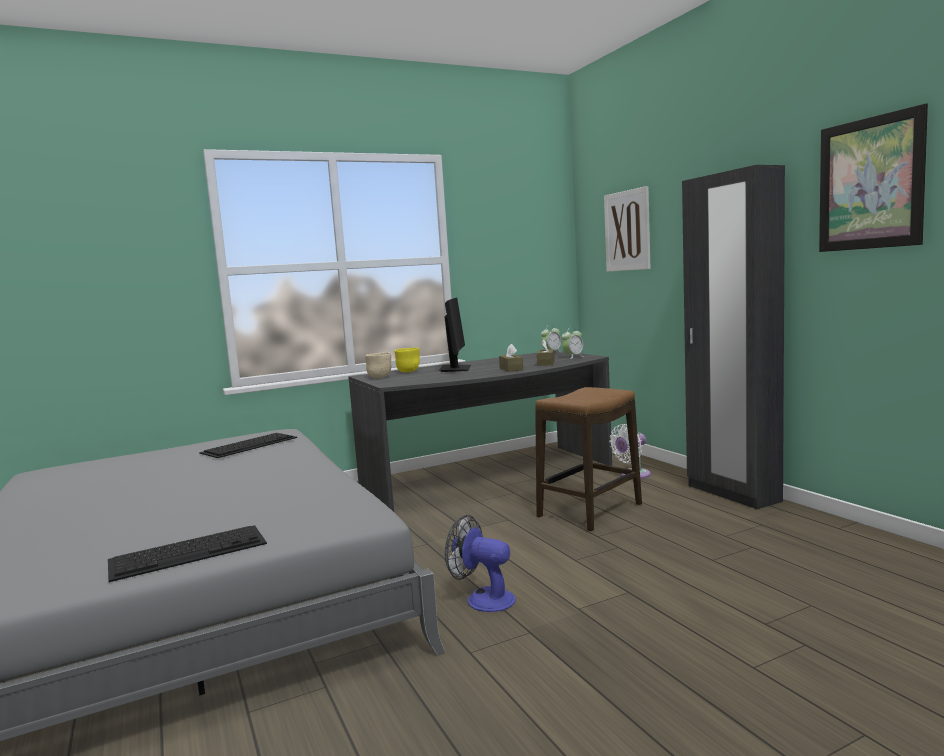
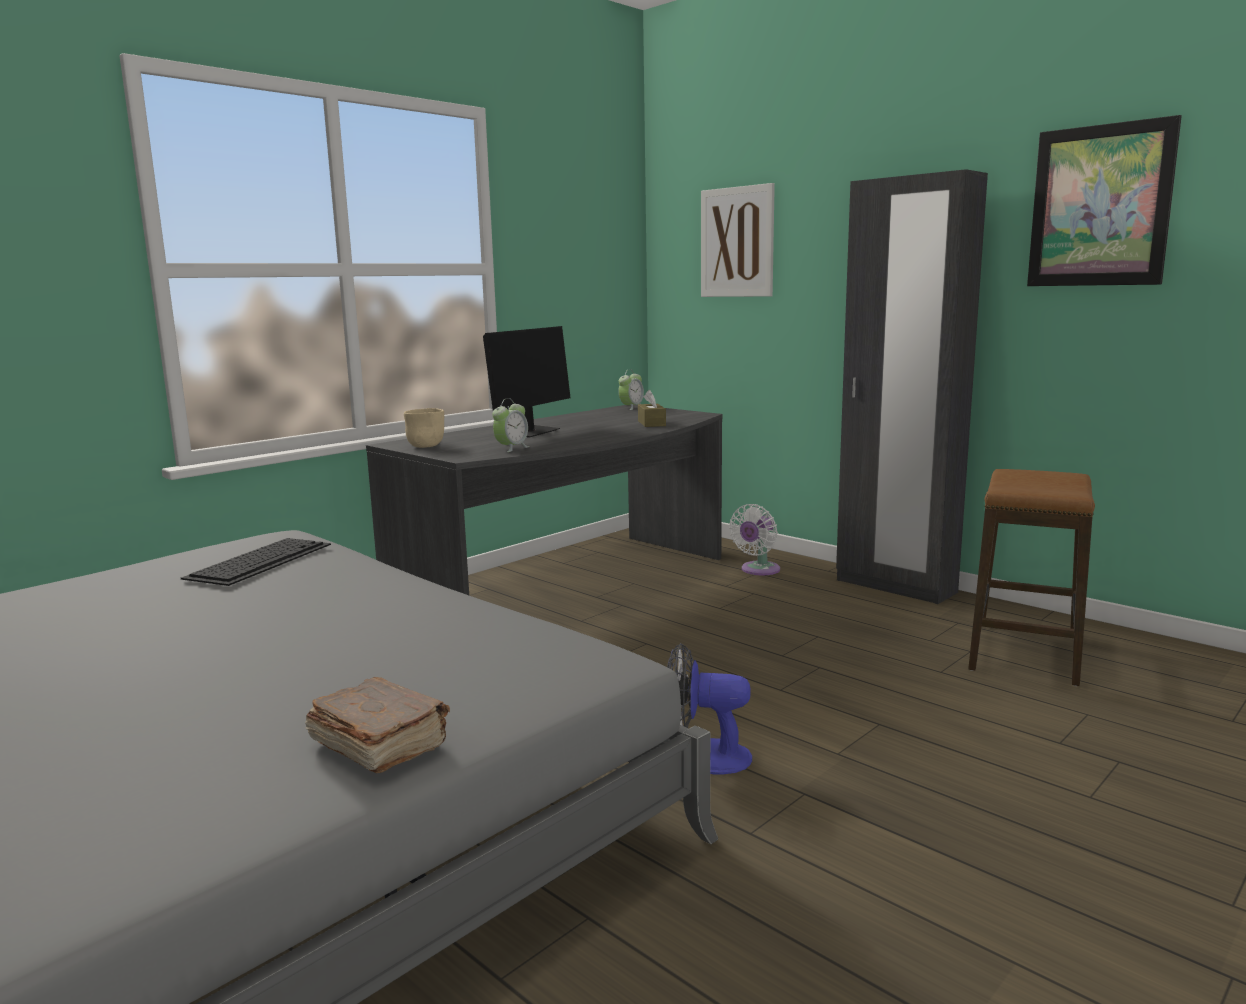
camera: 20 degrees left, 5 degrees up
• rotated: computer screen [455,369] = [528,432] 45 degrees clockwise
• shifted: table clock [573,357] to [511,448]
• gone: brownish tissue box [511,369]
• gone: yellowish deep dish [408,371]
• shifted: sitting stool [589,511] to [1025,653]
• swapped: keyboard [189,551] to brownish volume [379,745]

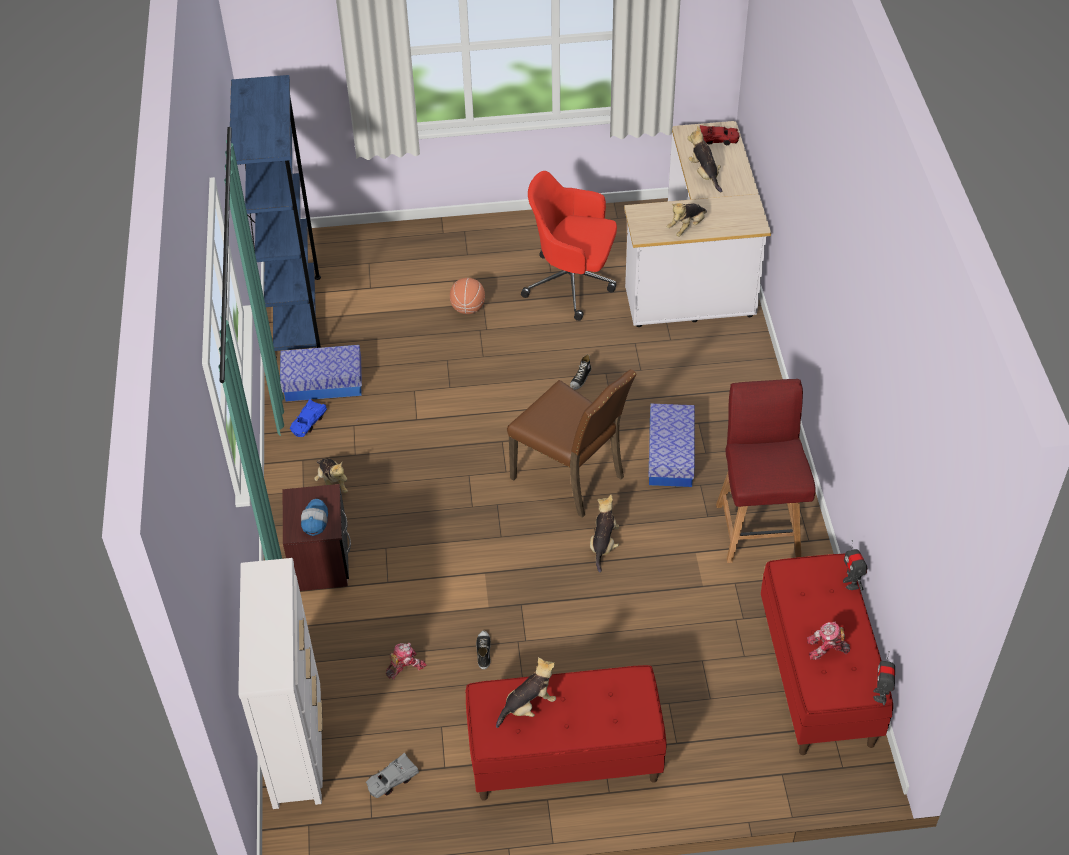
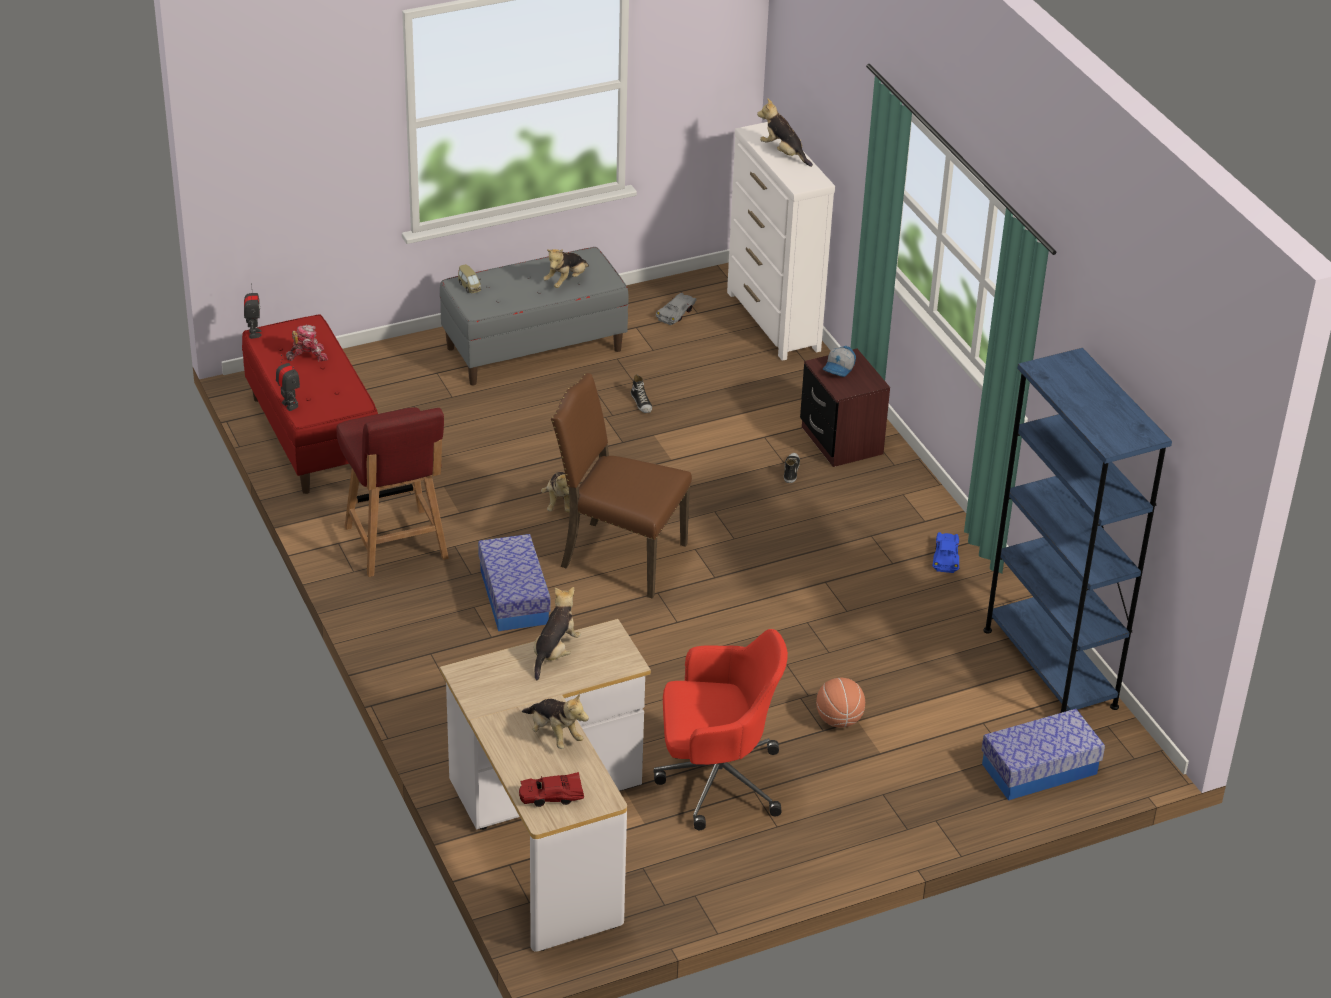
camera: 160 degrees right, 10 degrees down
• shifted: storage bin [323,383] to [1039,769]
• shifted: shoe [581,379] to [791,470]
• shifted: plush toy [332,483] to [783,153]
• rotated: peaked cap [314,521] = [839,368] 45 degrees clockwise
• gone: toy robot [405,666]
• repainted: red-coloured long seat [564,757] to gray long seat [534,348]
• new: toy car [469,286]

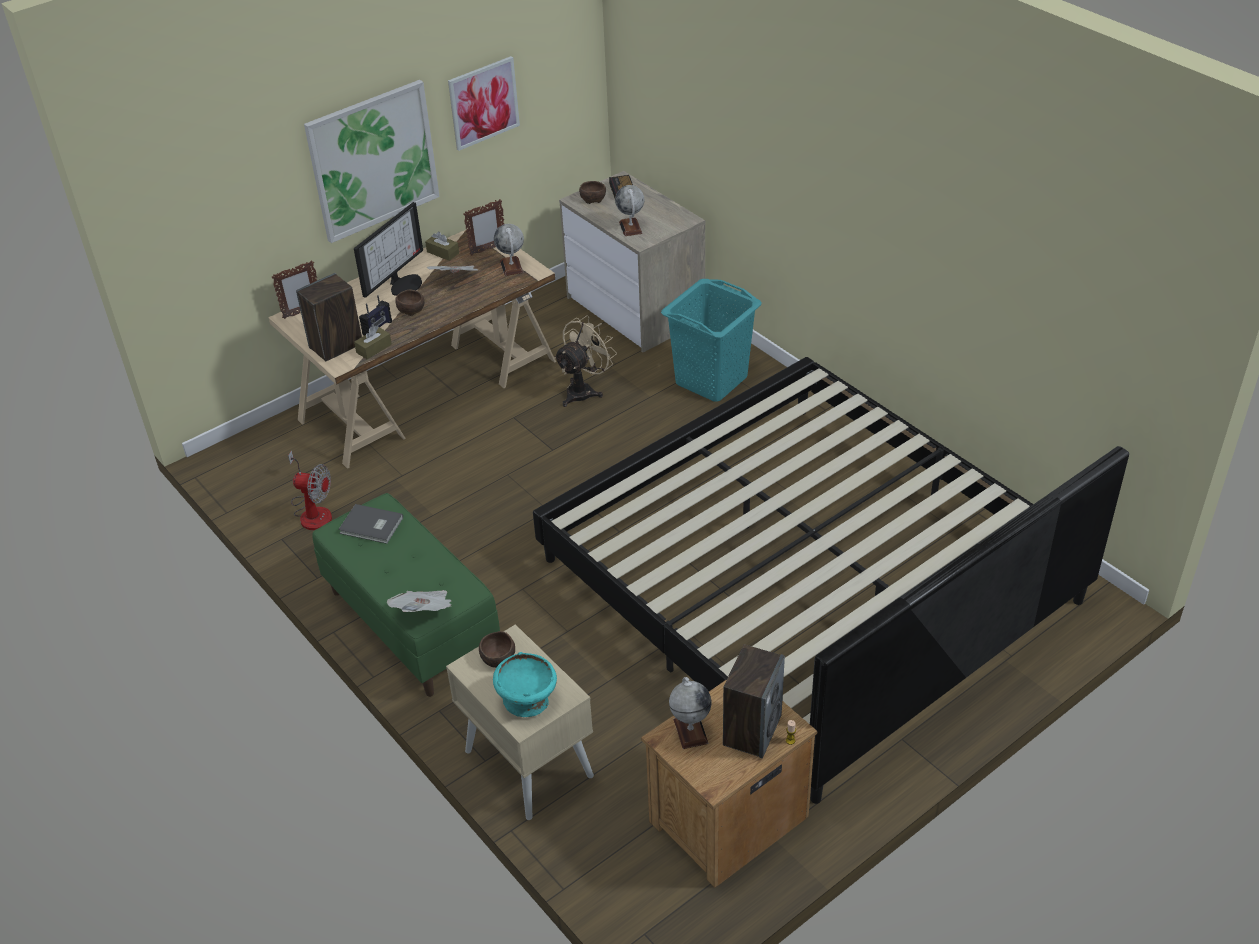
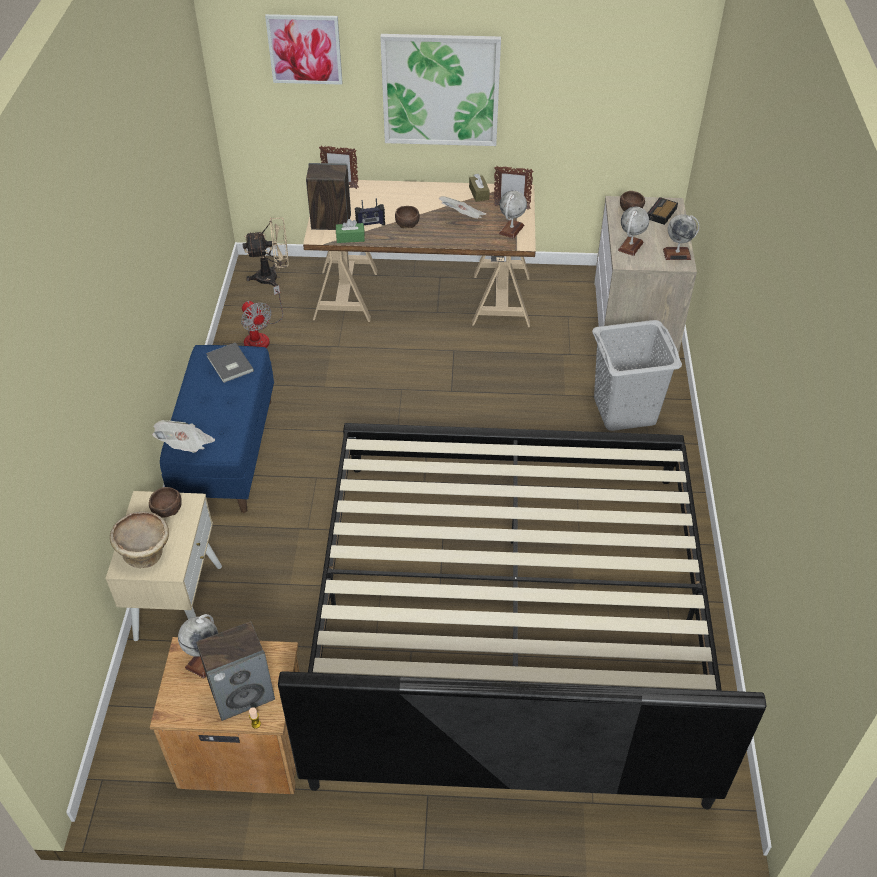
camera: 40 degrees right, 5 degrees up
• shifted: wall picture [483,103] to [305,49]
• gone: computer screen [403,284]
• repainted: blue-green washing basket [712,380] to gray washing basket [625,411]
• shifted: sand-coloured cooling fan [584,390] to [273,278]
• repainted: brownish tissue box [374,348] to green-coloured tissue box [350,238]
• repainted: green-coloured long seat [411,623] to bluish long seat [226,452]
• repainted: blue-green deep dish [527,700] to sand-coloured deep dish [146,552]
• new: globe [677,254]

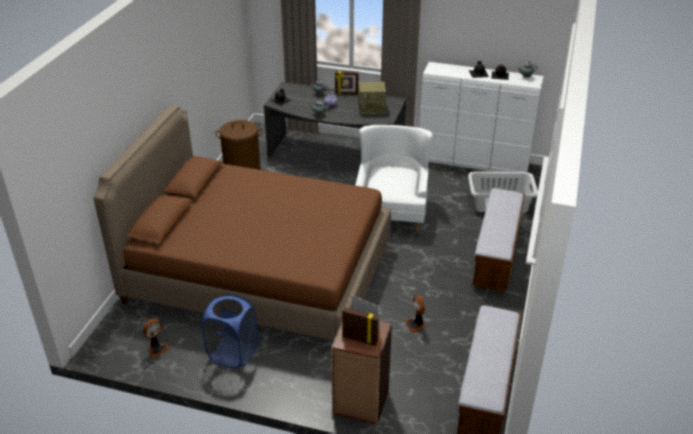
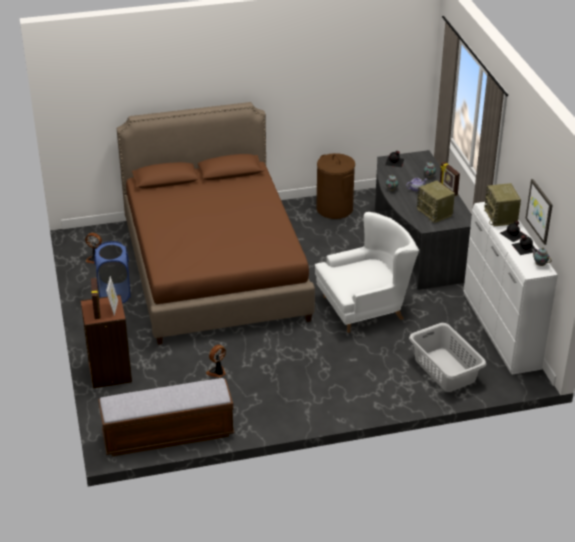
camera: 60 degrees right, 0 degrees up
• gone: long seat [496,255]
• new: wall picture [540,211]
• new: radio [501,217]

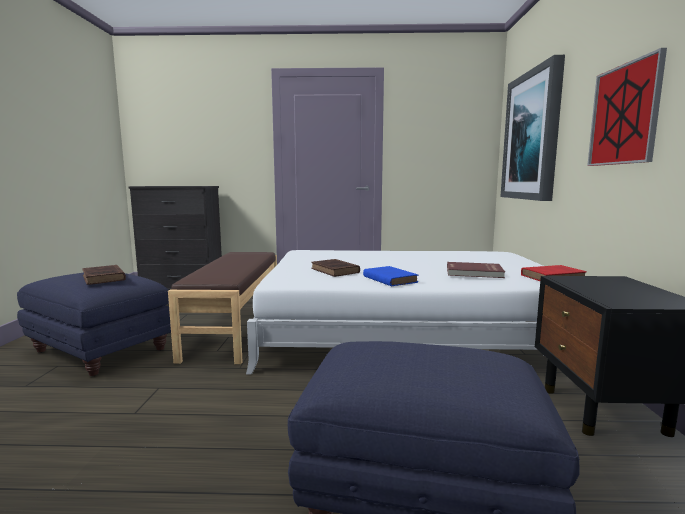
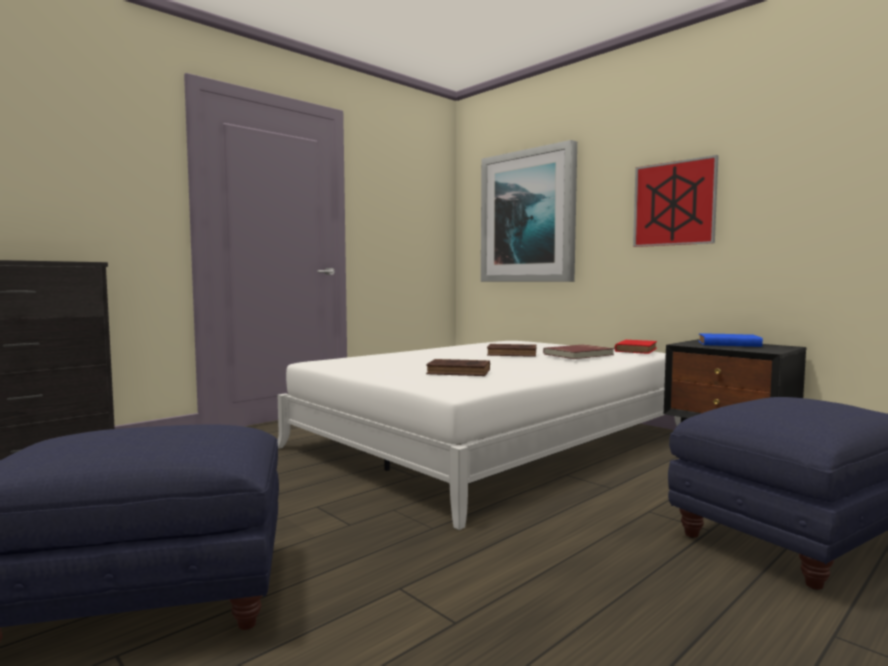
camera: 45 degrees left, 5 degrees down
• gone: brownish long seat [236,328]
• shifted: brownish volume [104,278] to [513,354]
• shifted: bluish volume [389,279] to [727,344]

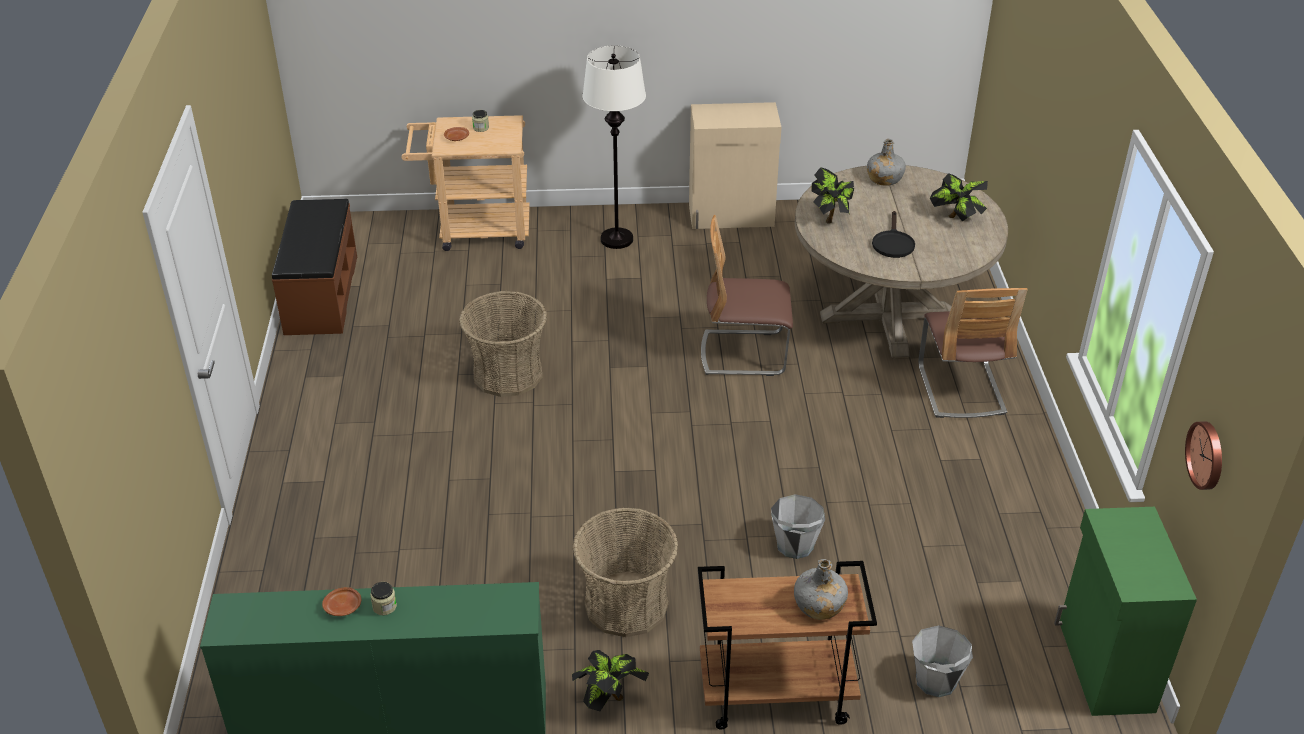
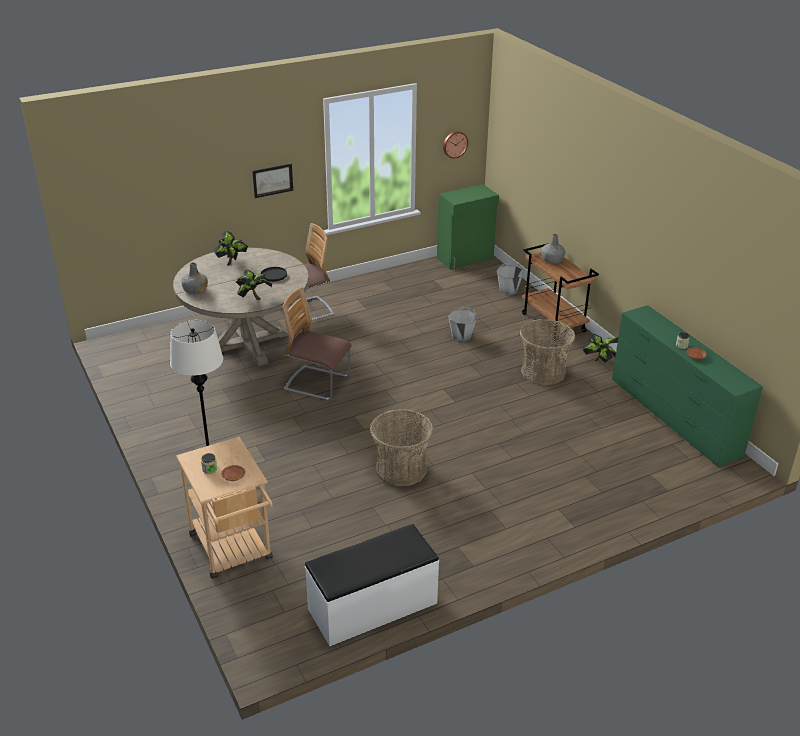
camera: 115 degrees left, 5 degrees down
• gone: sand-coloured cupboard [732,216]
• repainted: brownish long seat [320,294] to whitish long seat [373,607]
• rotated: plain chair [744,353] = [317,384] 135 degrees clockwise
• new: wall picture [272,180]

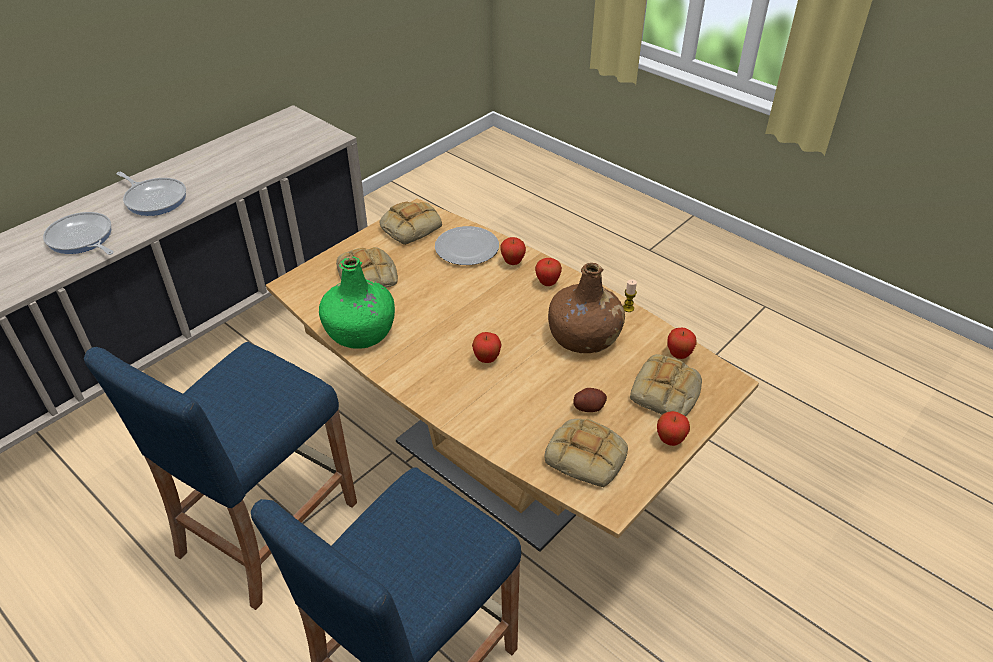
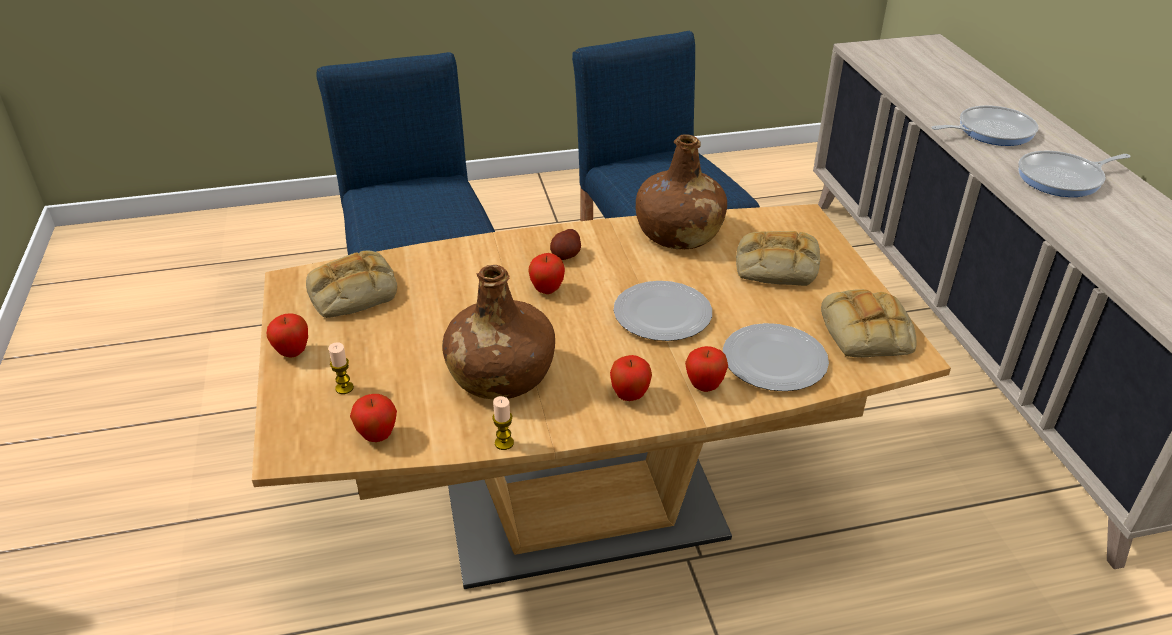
camera: 125 degrees right, 5 degrees down
• repainted: green-coloured beverage bottle [361,331] to brownish beverage bottle [678,233]
• swapped: bread [666,393] to candle [344,388]
• shifted: spud [589,407] to [566,255]
• new: flat dish [662,315]

